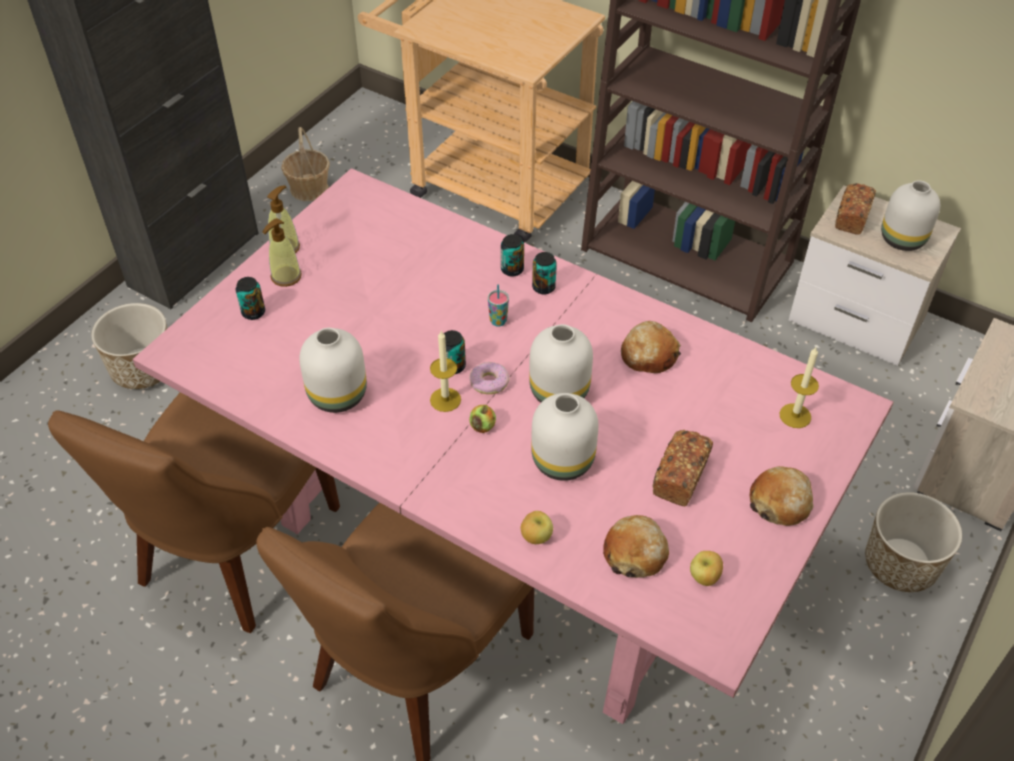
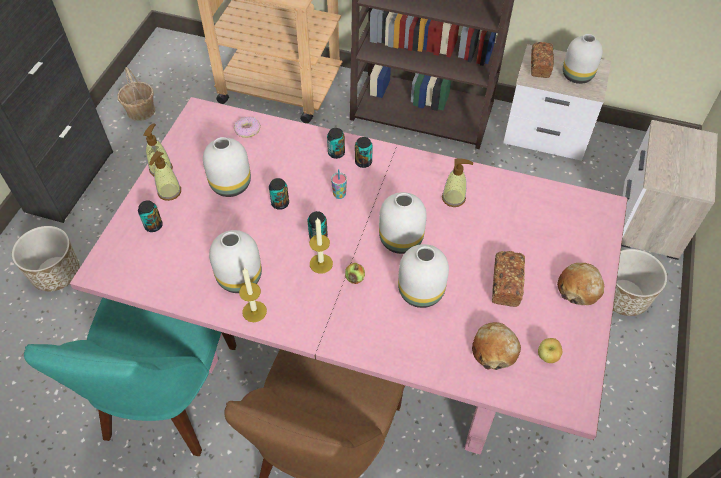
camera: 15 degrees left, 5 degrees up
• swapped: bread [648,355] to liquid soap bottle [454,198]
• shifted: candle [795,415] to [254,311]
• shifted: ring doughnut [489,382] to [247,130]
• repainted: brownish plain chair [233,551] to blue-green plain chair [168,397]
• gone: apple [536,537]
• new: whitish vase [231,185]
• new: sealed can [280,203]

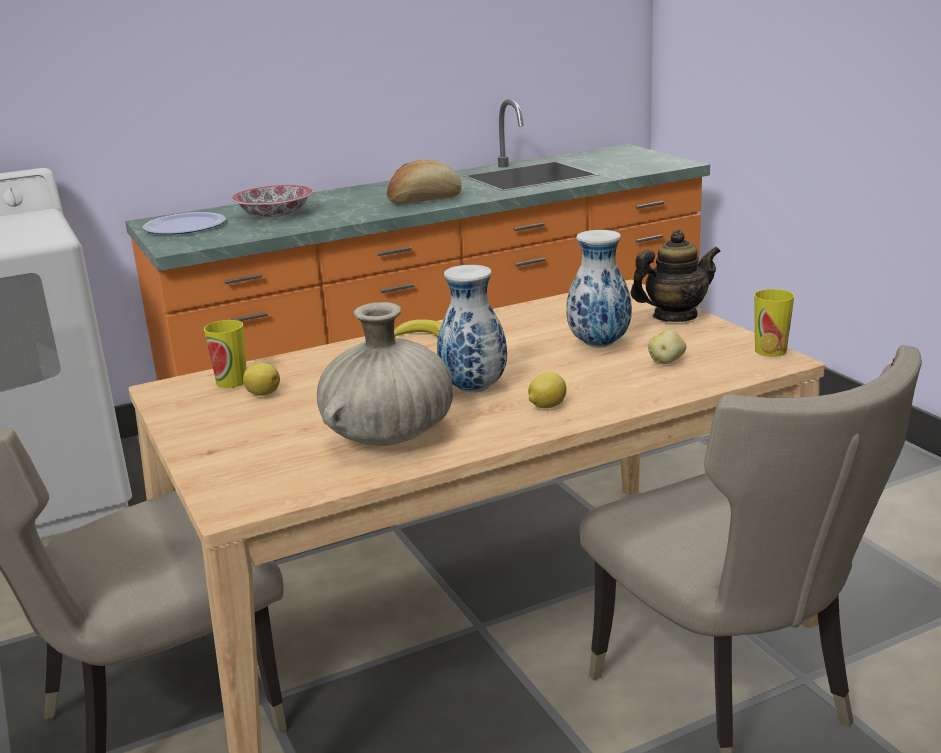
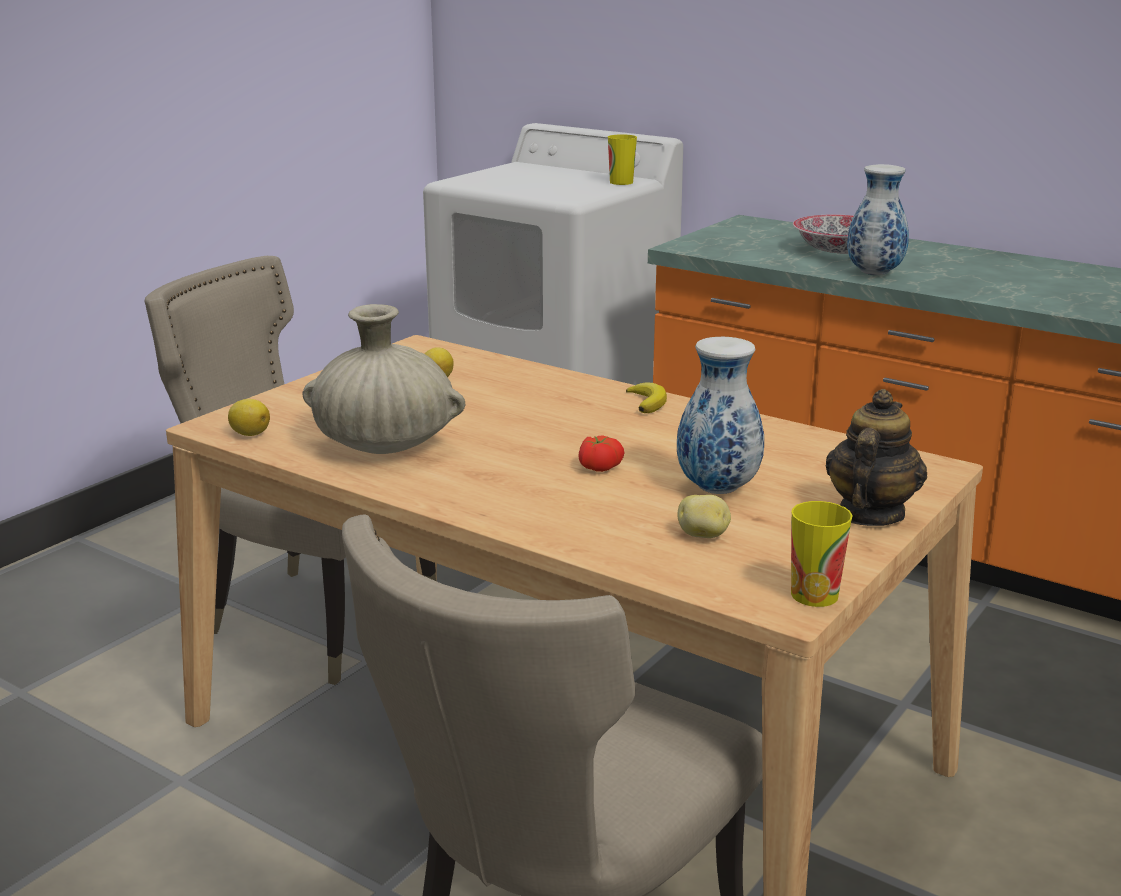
camera: 60 degrees right, 0 degrees up
• gone: bread [425,200]
• gone: flat dish [185,226]
• rotated: tea pot [674,316] = [869,514] 105 degrees counterclockwise
• shifted: vase [472,388] to [873,273]
• shifted: small cup [231,381] to [621,182]
• shifted: citrus fruit [546,406] to [249,434]
• new: tomato [598,467]

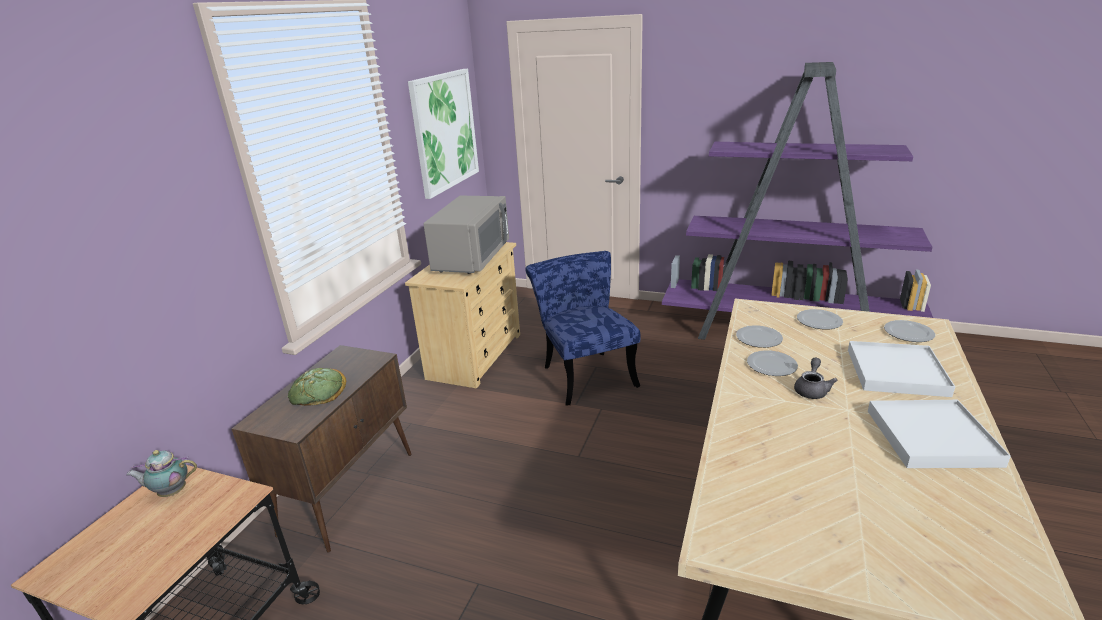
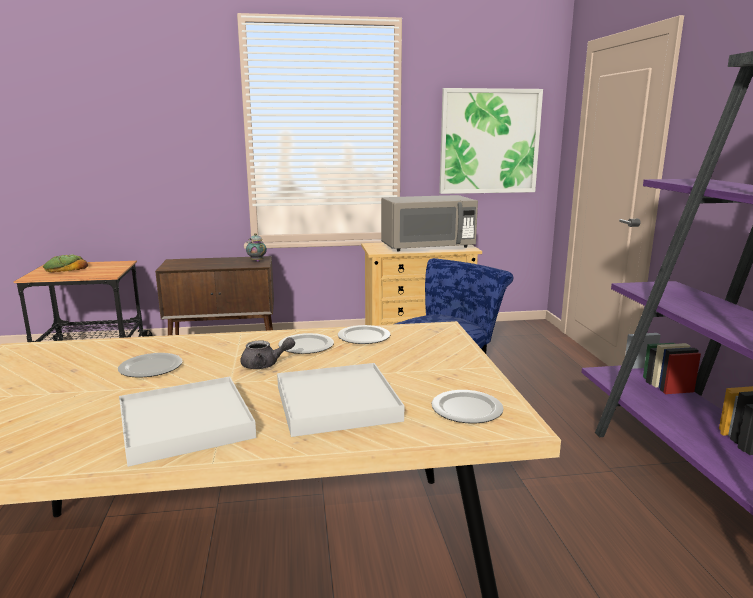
camera: 60 degrees right, 10 degrees down
• shifted: flat dish [818,321] to [150,367]
• shifted: bread [318,392] to [65,269]
• shifted: tea pot [171,492] to [256,261]

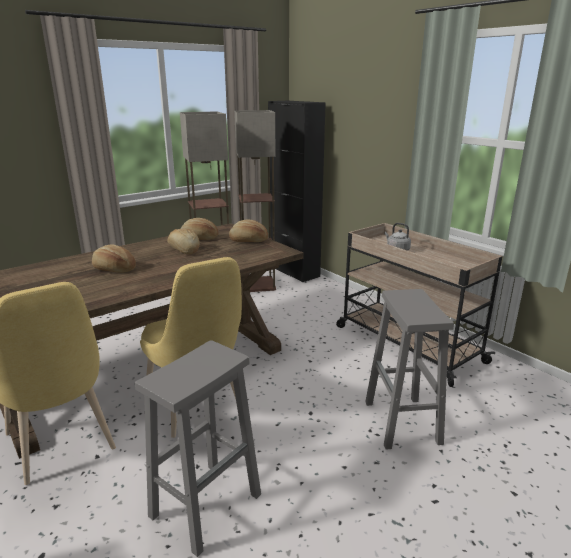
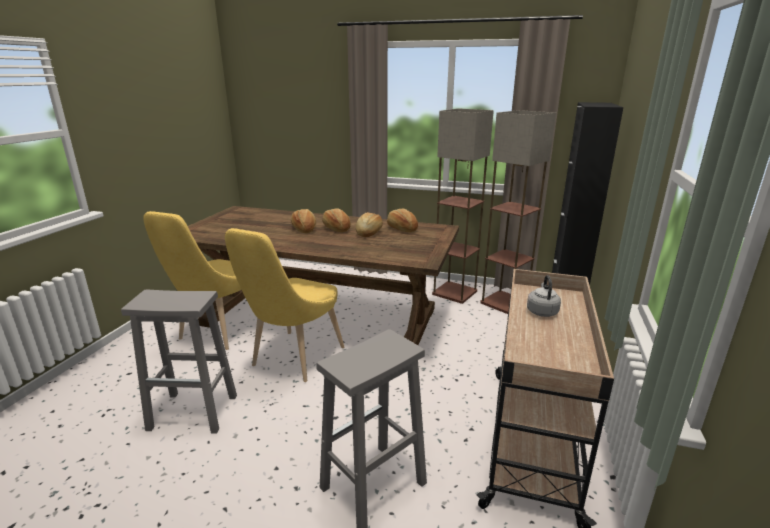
camera: 55 degrees right, 0 degrees up
• shifted: bread [248,240] to [336,228]

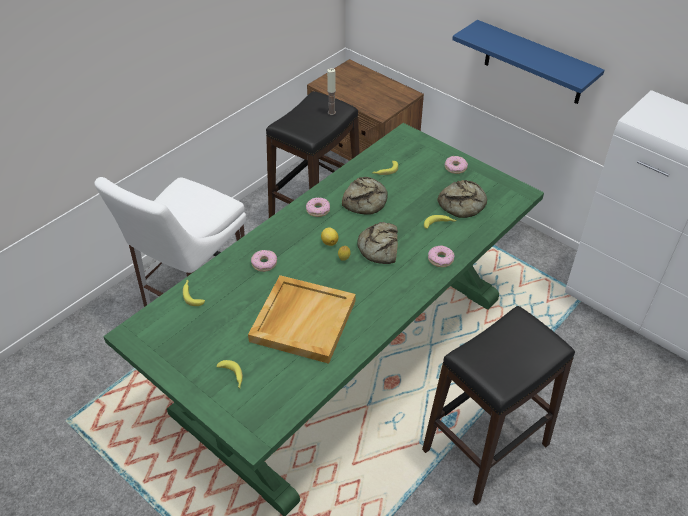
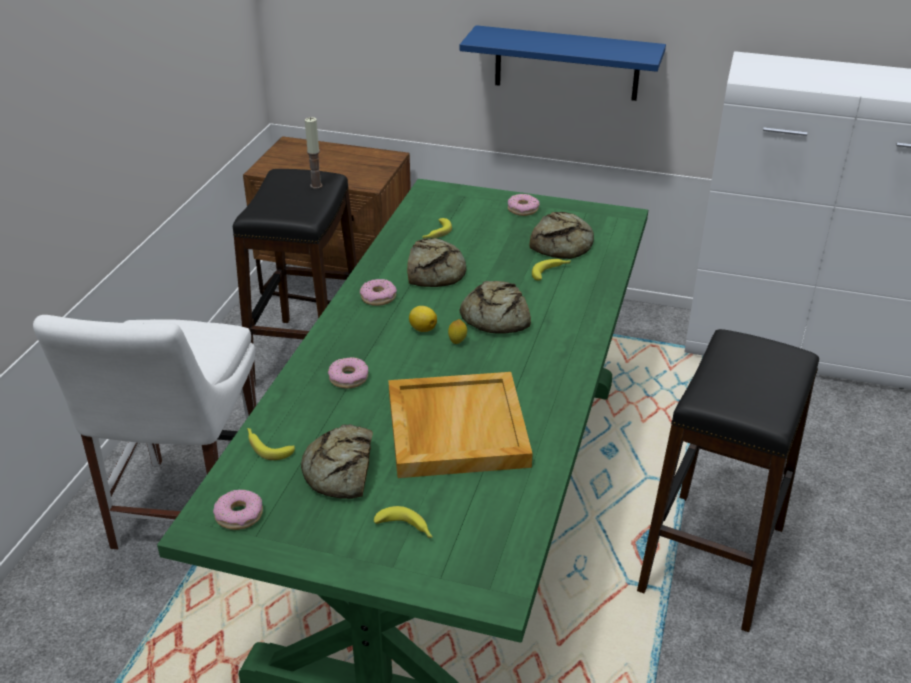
camera: 25 degrees left, 10 degrees down
• shifted: ring doughnut [440,259] to [239,515]
• new: bread [341,470]

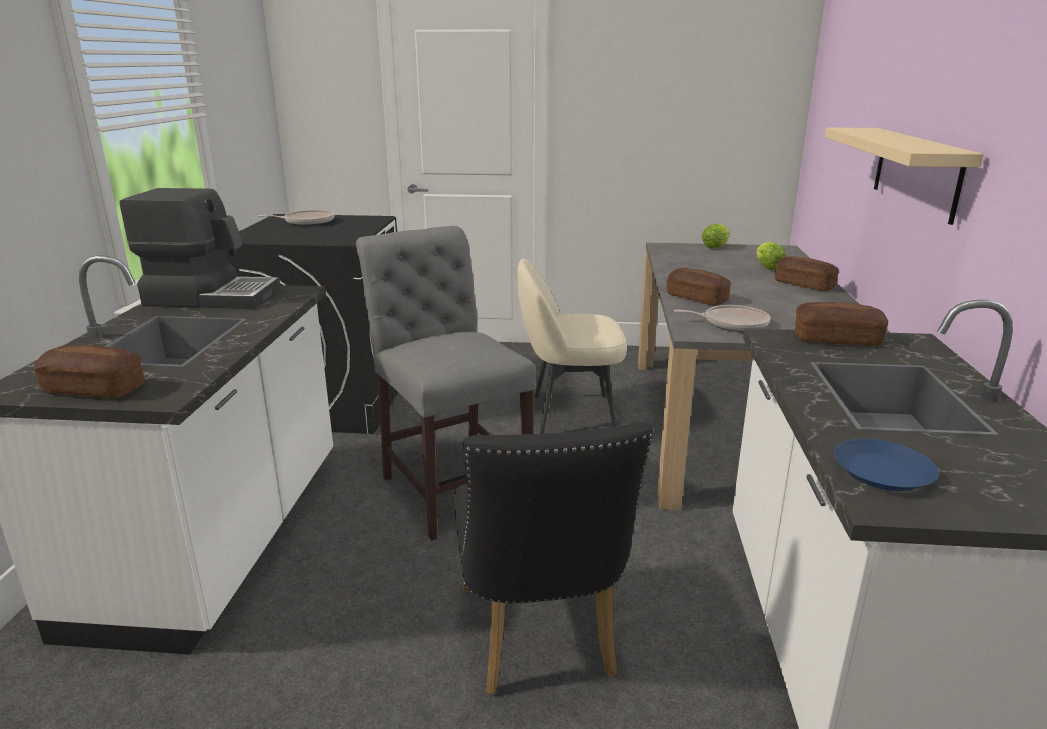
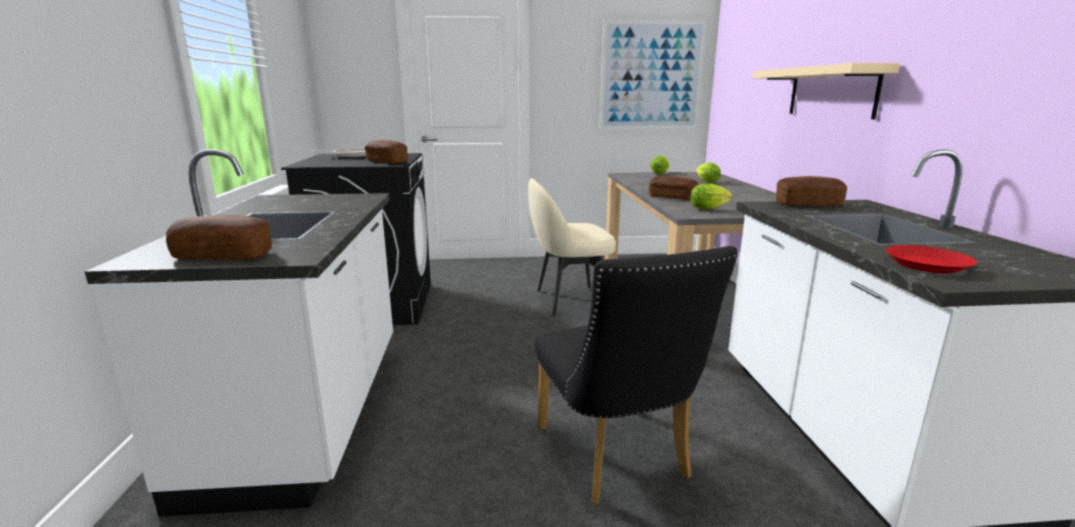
camera: 10 degrees left, 5 degrees down
• gone: coffee maker [212,296]
• gone: gray plain chair [452,486]
• shifted: bread [804,285] to [387,161]
• swapped: pan [732,323] to lettuce head [710,208]
• repainted: bluish flat dish [883,472] to red-coloured flat dish [927,264]
• new: wall picture [651,76]

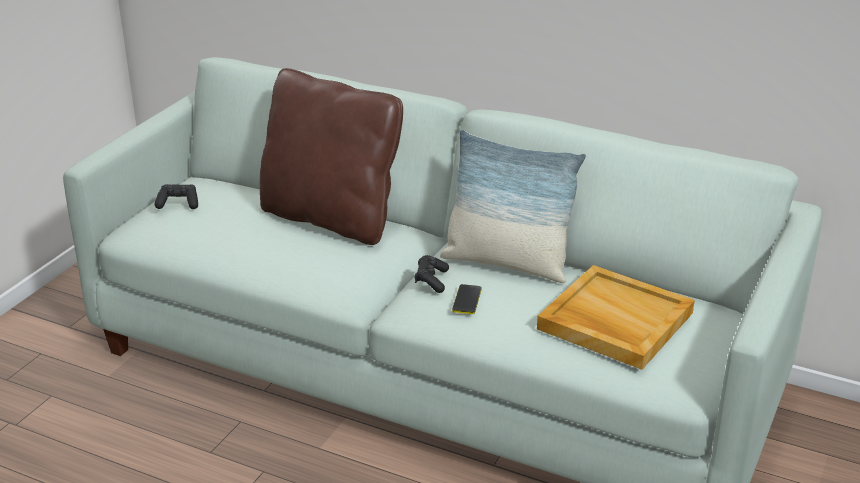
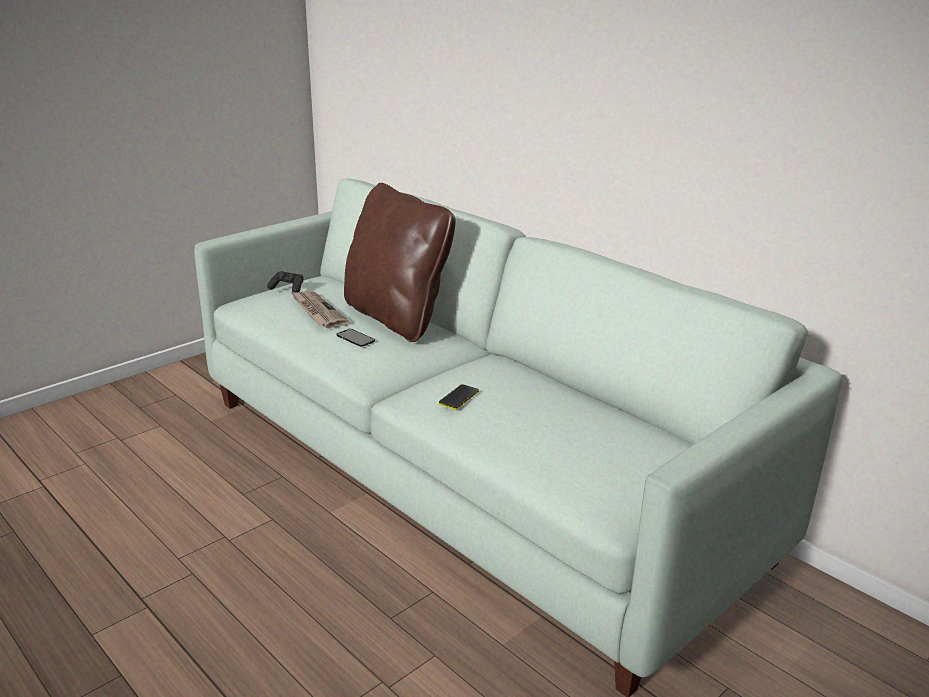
camera: 20 degrees right, 5 degrees down
• gone: throw pillow [507,263]
• gone: black-coloured gamepad [431,281]
• gone: sand-coloured serving tray [613,321]
• new: printed paper [317,311]
• new: handset [355,338]

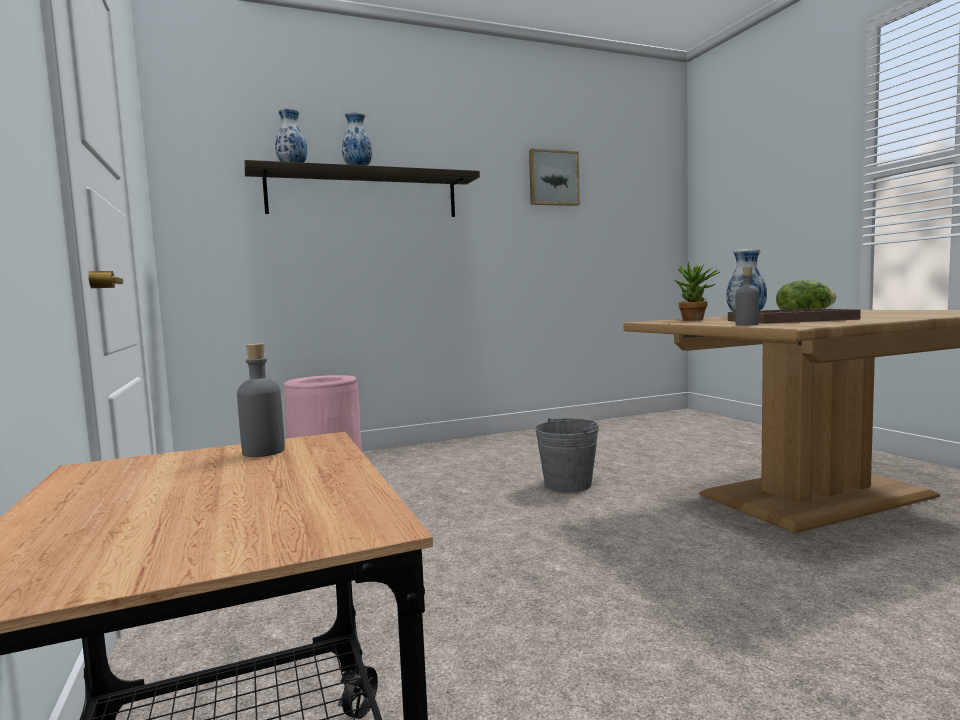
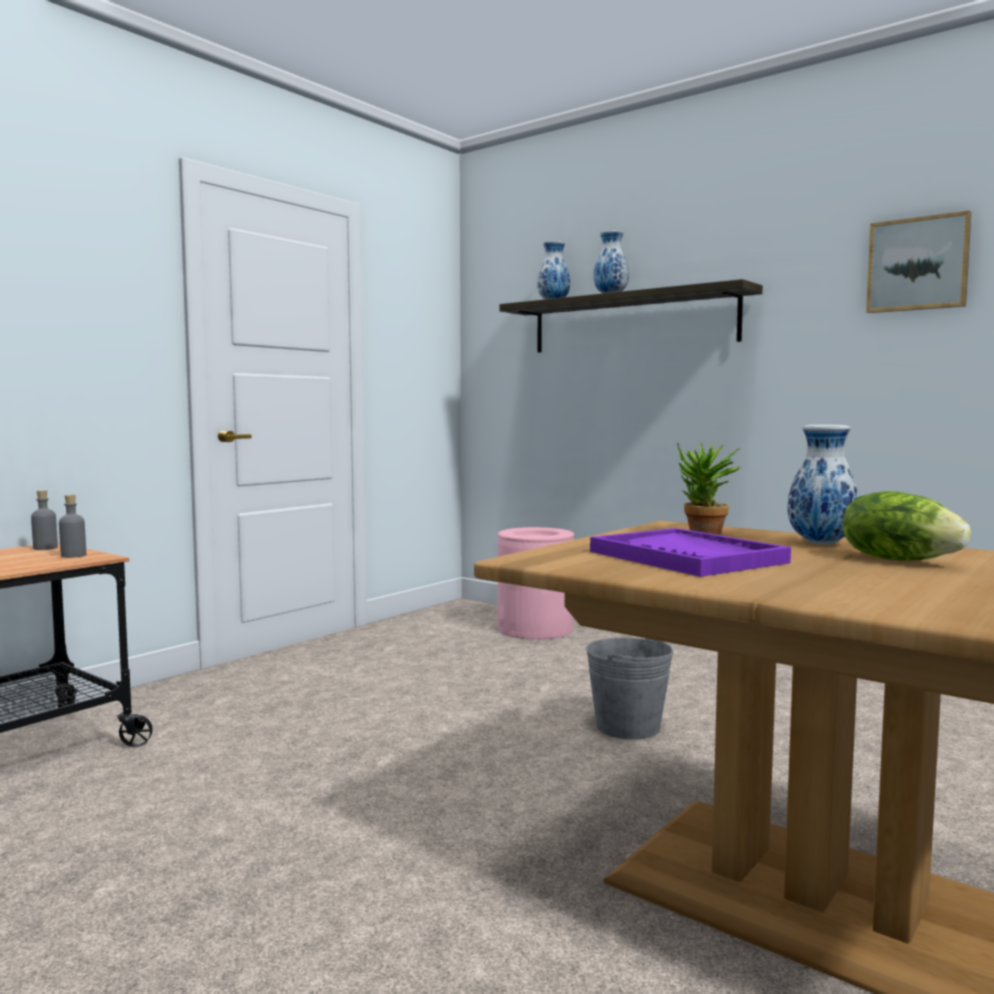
camera: 60 degrees right, 0 degrees up
• shifted: gray beverage bottle [747,324] to [45,548]
• repainted: brownish serving tray [790,320] to purplish serving tray [687,557]

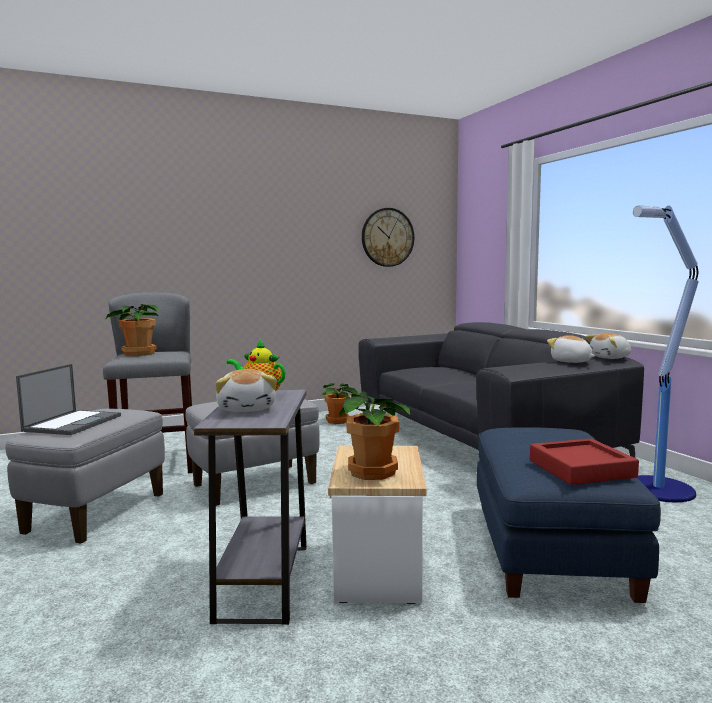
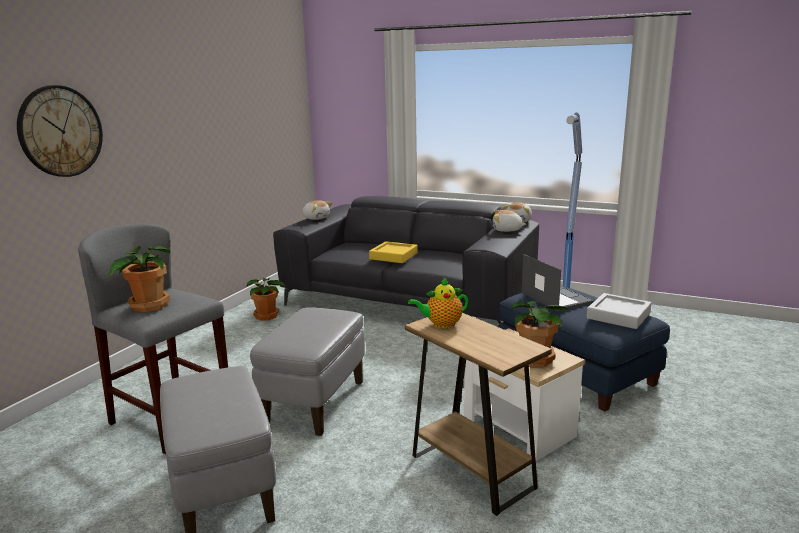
camera: 40 degrees left, 10 degrees up
• shifted: hanging clock [387,237] to [60,131]
• shifted: portable computer [73,423] to [555,298]
• shifted: plush toy [247,409] to [316,218]
• repainted: gray accent table [264,581] to brownish accent table [472,471]
• repainted: red-coloured serving tray [581,469] to gray serving tray [618,315]
• new: yellowish serving tray [393,256]

